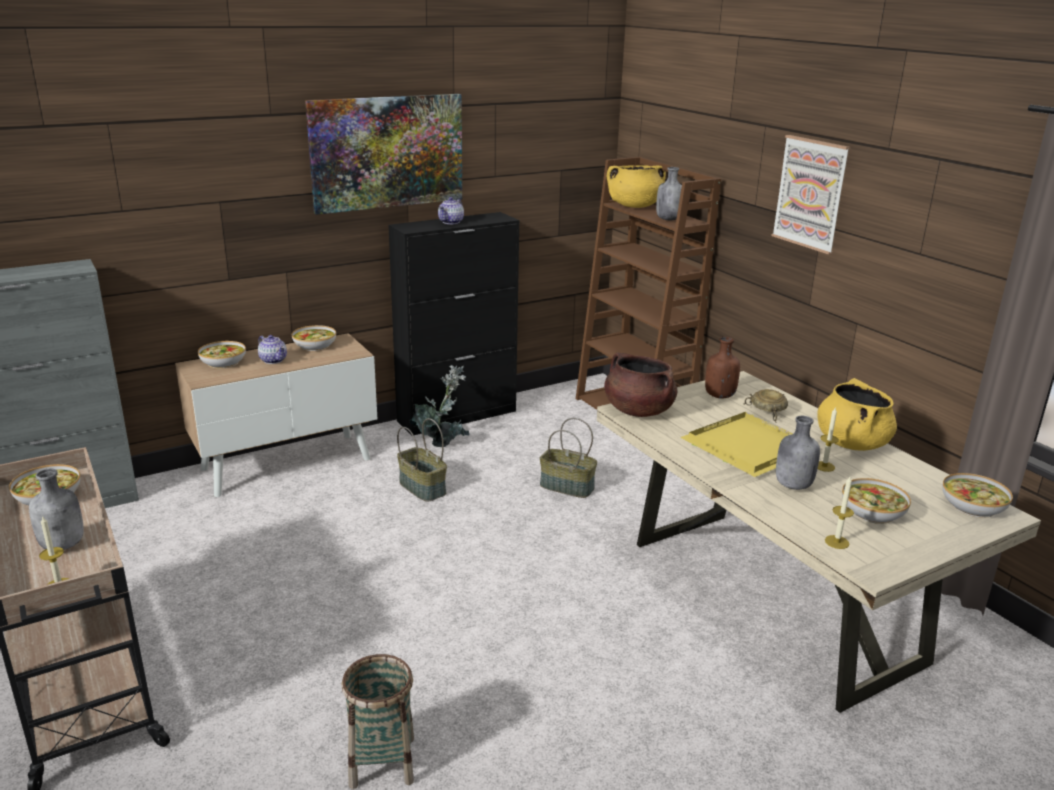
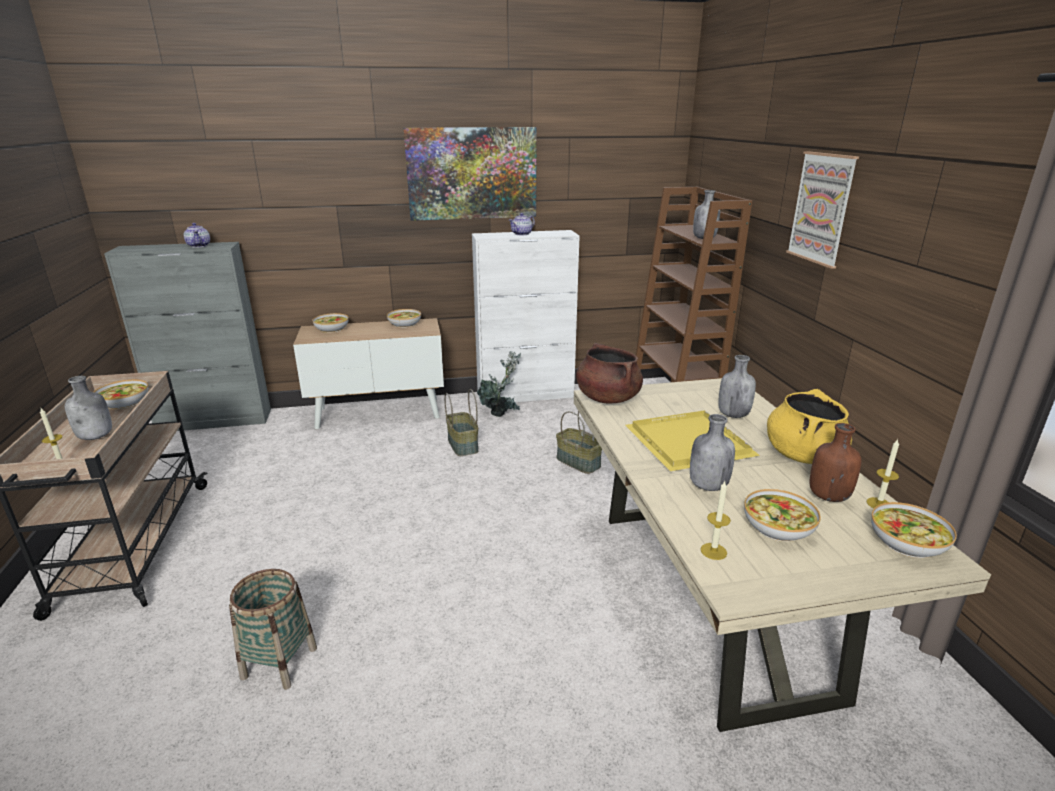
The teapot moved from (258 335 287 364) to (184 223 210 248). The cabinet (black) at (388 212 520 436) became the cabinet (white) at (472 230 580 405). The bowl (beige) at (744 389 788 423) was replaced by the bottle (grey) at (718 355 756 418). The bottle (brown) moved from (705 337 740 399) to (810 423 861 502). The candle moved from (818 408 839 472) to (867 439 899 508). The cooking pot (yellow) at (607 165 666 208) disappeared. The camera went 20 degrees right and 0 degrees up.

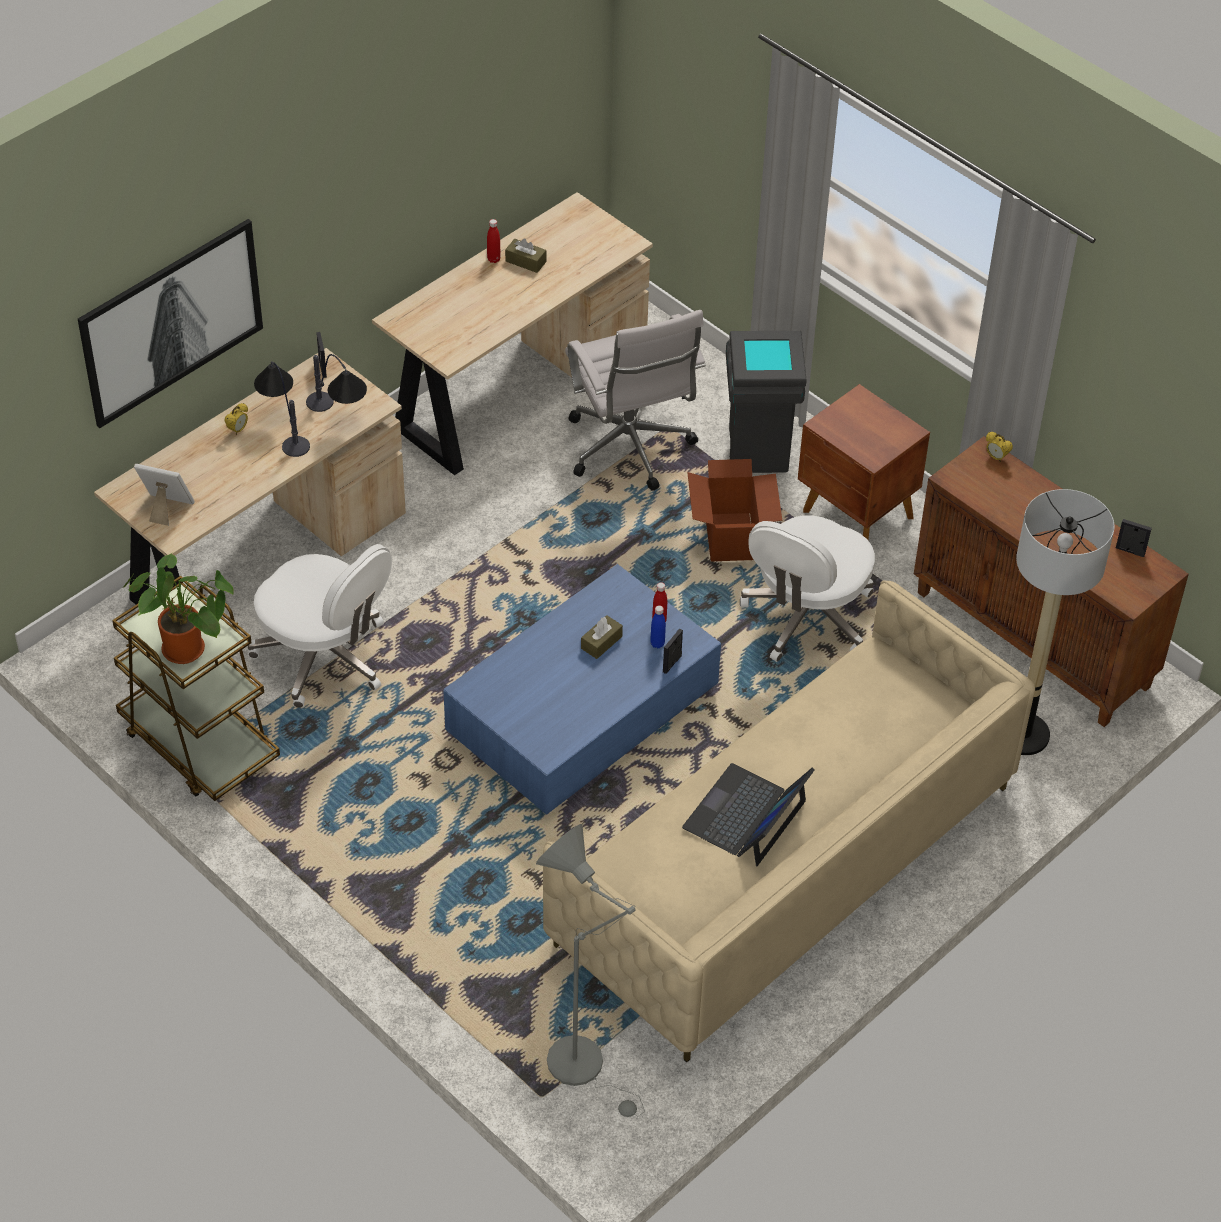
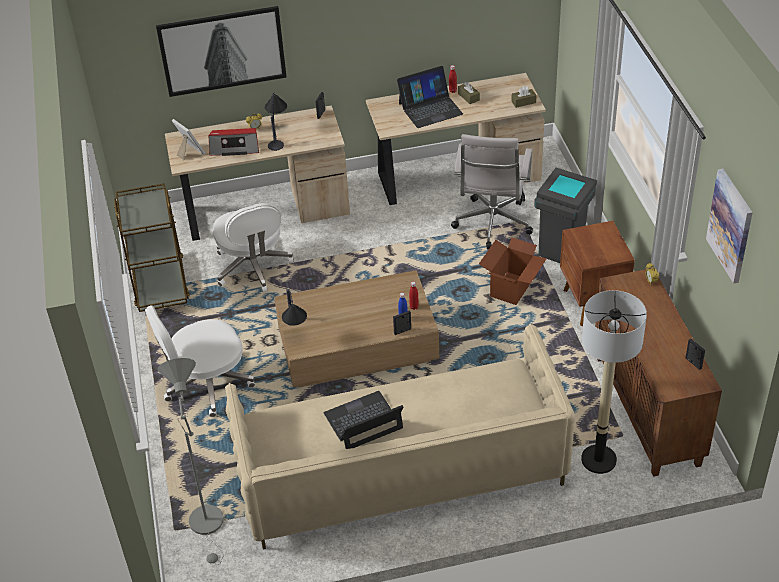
The office chair (white) moved from (740 516 875 662) to (145 305 255 417). The radio at (209 128 259 156) appeared. The coffee table (blue) at (443 564 721 815) became the coffee table (brown) at (274 270 439 388). The table lamp moved from (306 354 367 412) to (282 289 307 326). The laptop at (397 66 463 128) appeared. The tissue box (brown) moved from (581 615 623 659) to (511 86 537 108). The picture at (706 169 753 283) appeared. The potted plant at (123 553 234 664) disappeared. The camera went 35 degrees right and 5 degrees down.

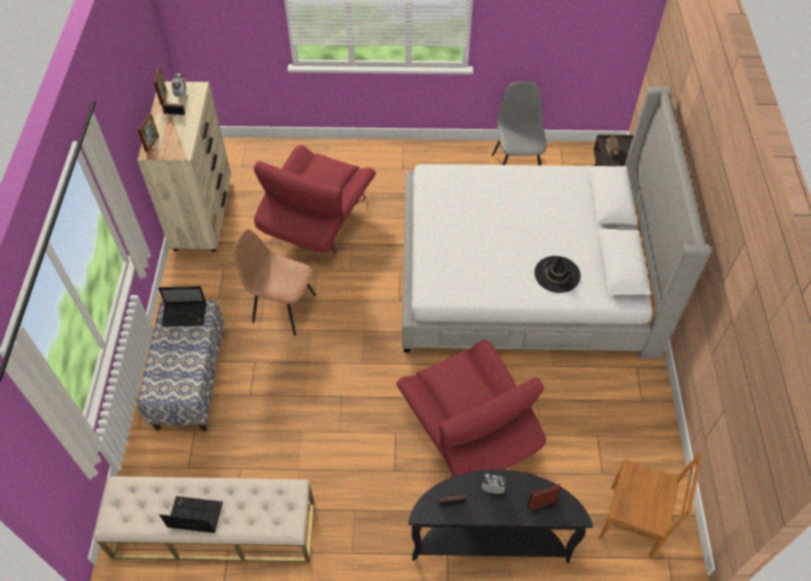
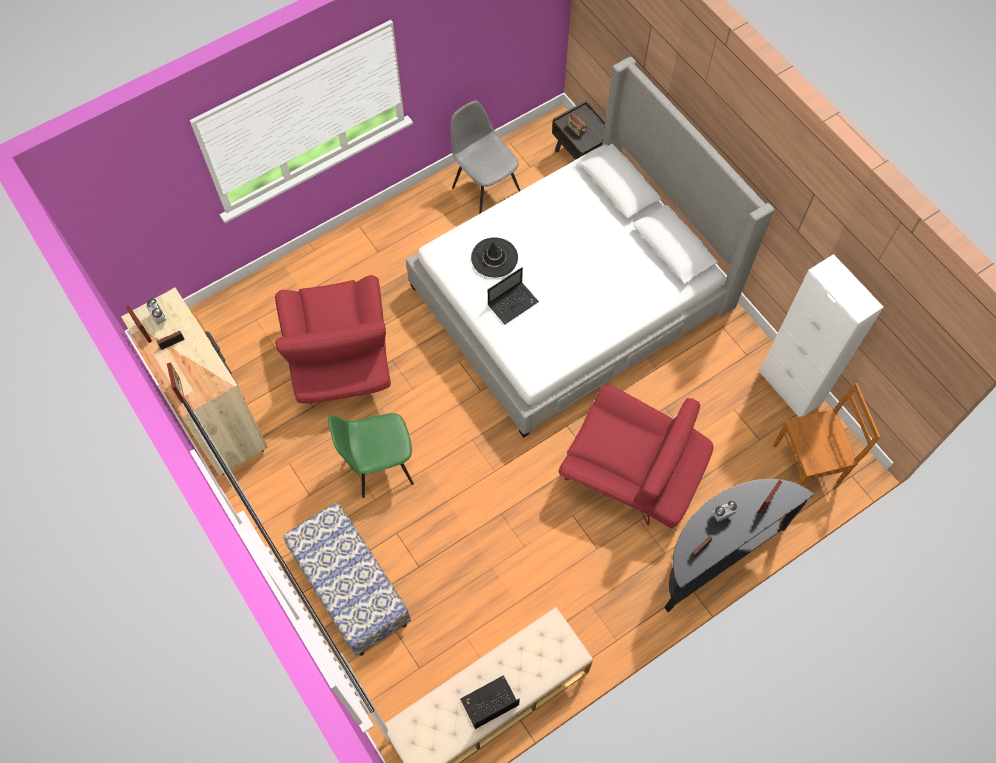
The chair (brown) at (233 229 316 336) became the chair (green) at (328 413 414 498). The hat (black) moved from (535 256 581 293) to (471 238 518 278). The laptop moved from (158 286 206 327) to (488 267 539 324). The cabinet (white) at (759 254 884 417) appeared. The camera went 35 degrees left and 10 degrees up.

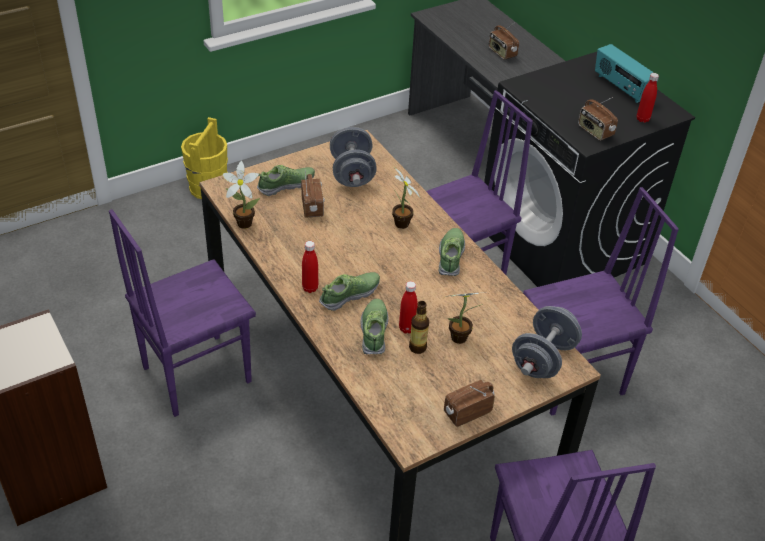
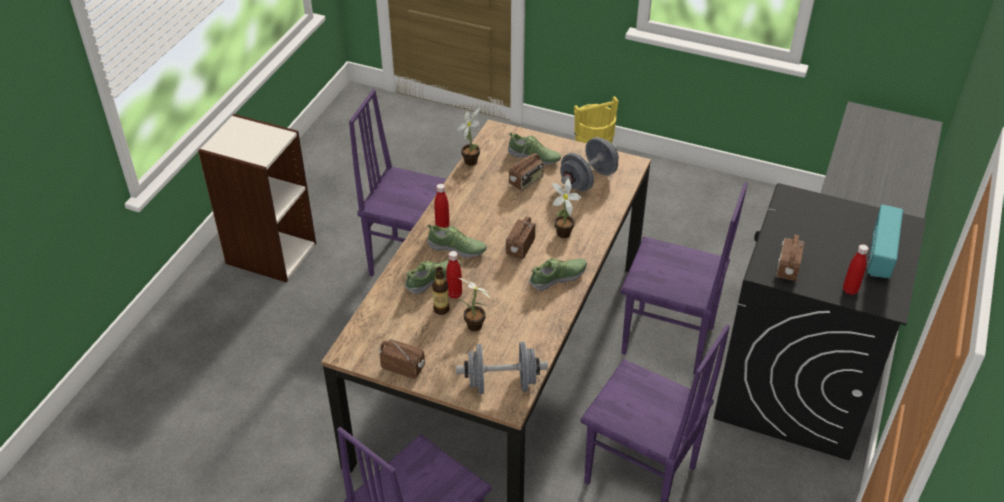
The radio moved from (489 23 519 60) to (506 216 536 259). The camera went 55 degrees right and 0 degrees up.

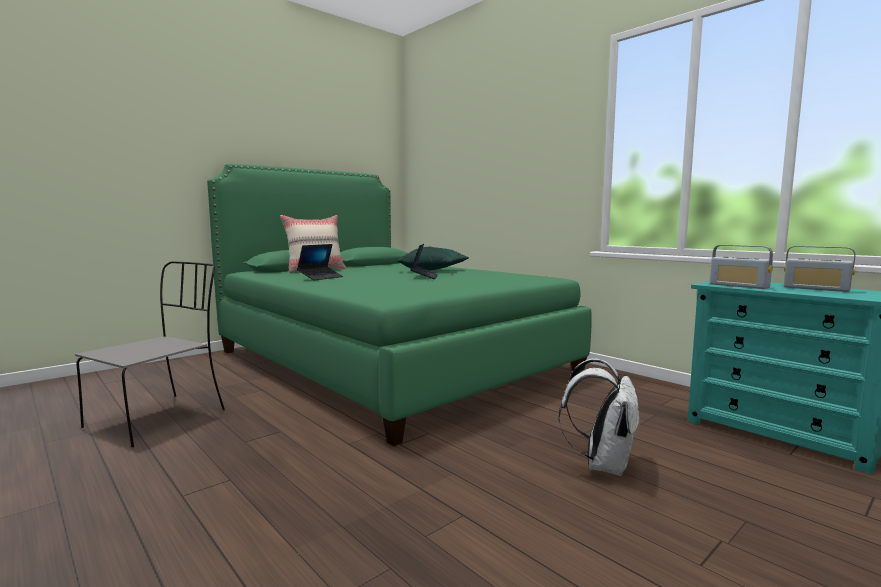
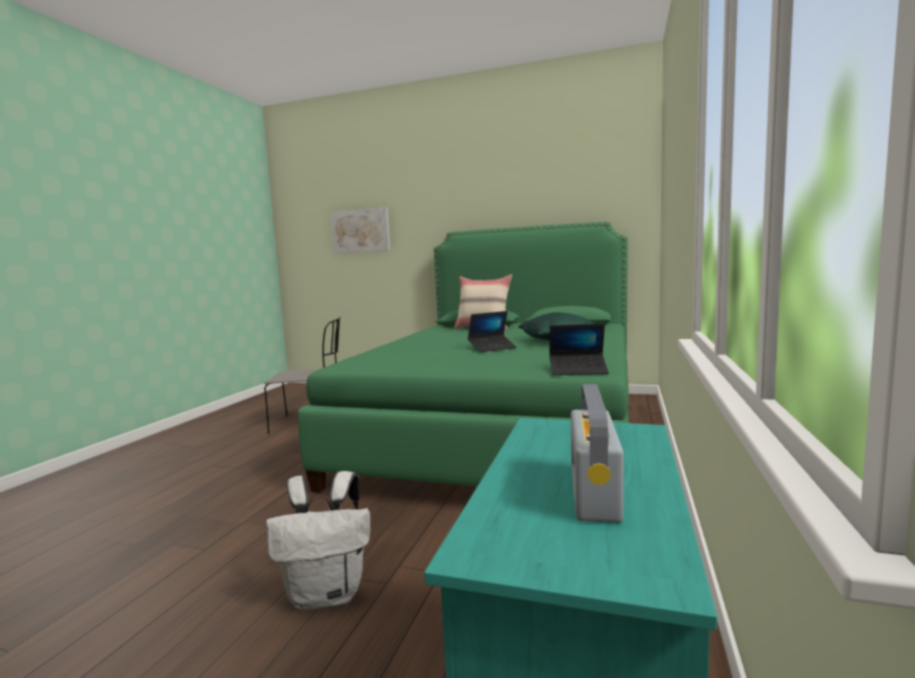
The picture at (330 207 390 253) appeared. The laptop moved from (297 244 343 280) to (549 324 609 375). The radio at (710 245 773 289) disappeared. The camera went 60 degrees right and 0 degrees up.

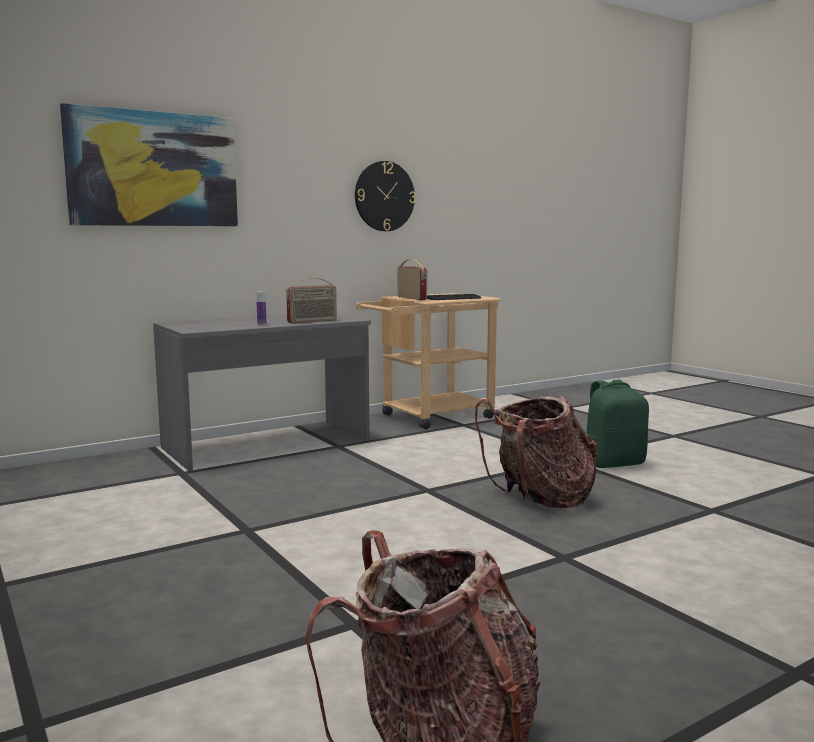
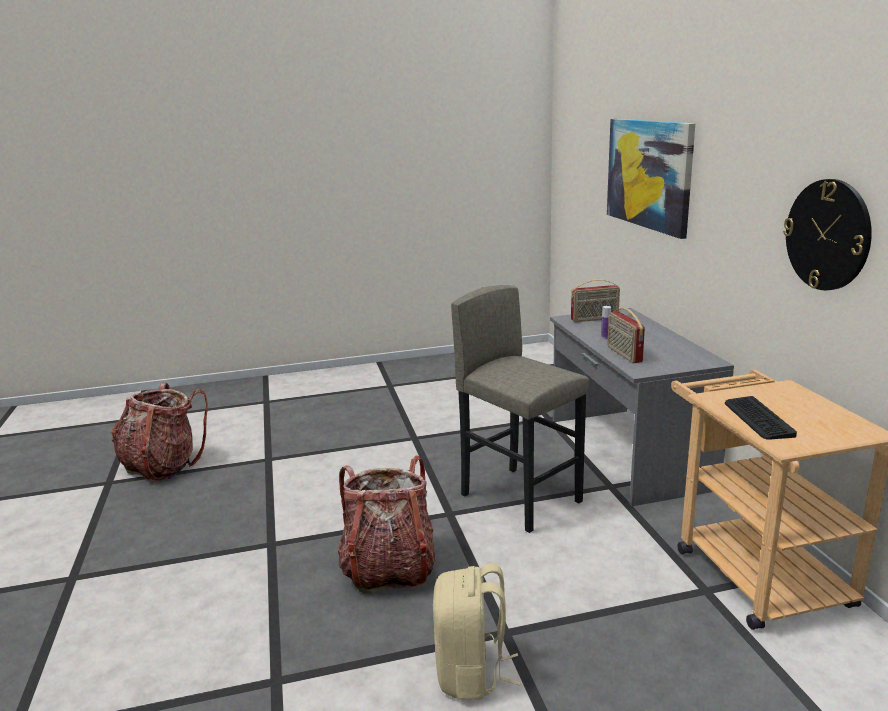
The backpack (green) at (586 380 649 468) became the backpack (beige) at (433 563 521 700). The stool (grey) at (451 285 589 533) appeared. The radio moved from (398 259 427 300) to (571 279 620 322). The camera went 110 degrees right and 10 degrees up.

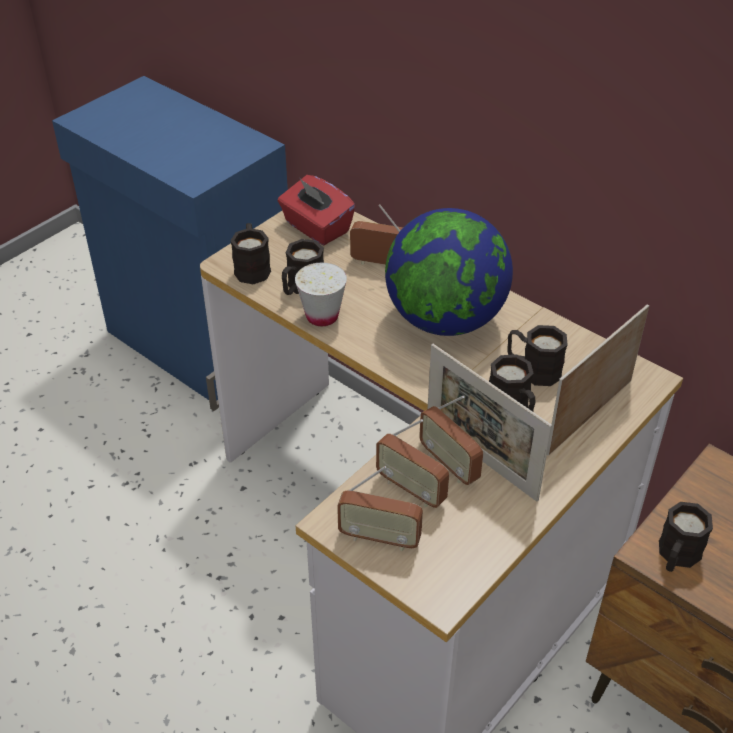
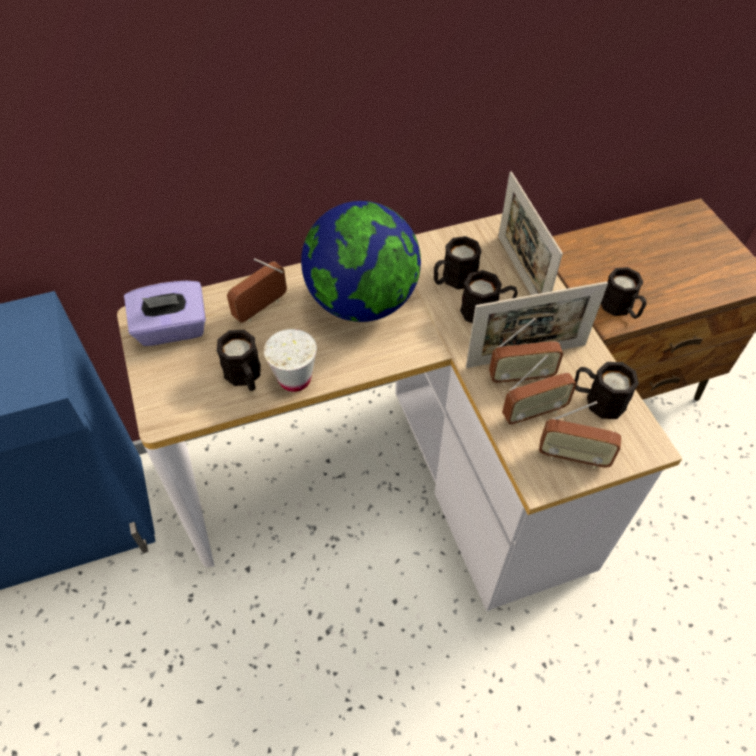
The tissue box (red) at (278 175 355 245) became the tissue box (purple) at (124 281 206 346). The radio at (337 466 423 551) turned 60 degrees clockwise. The mug (black) moved from (230 223 271 284) to (574 362 639 419). The camera went 60 degrees left and 10 degrees up.

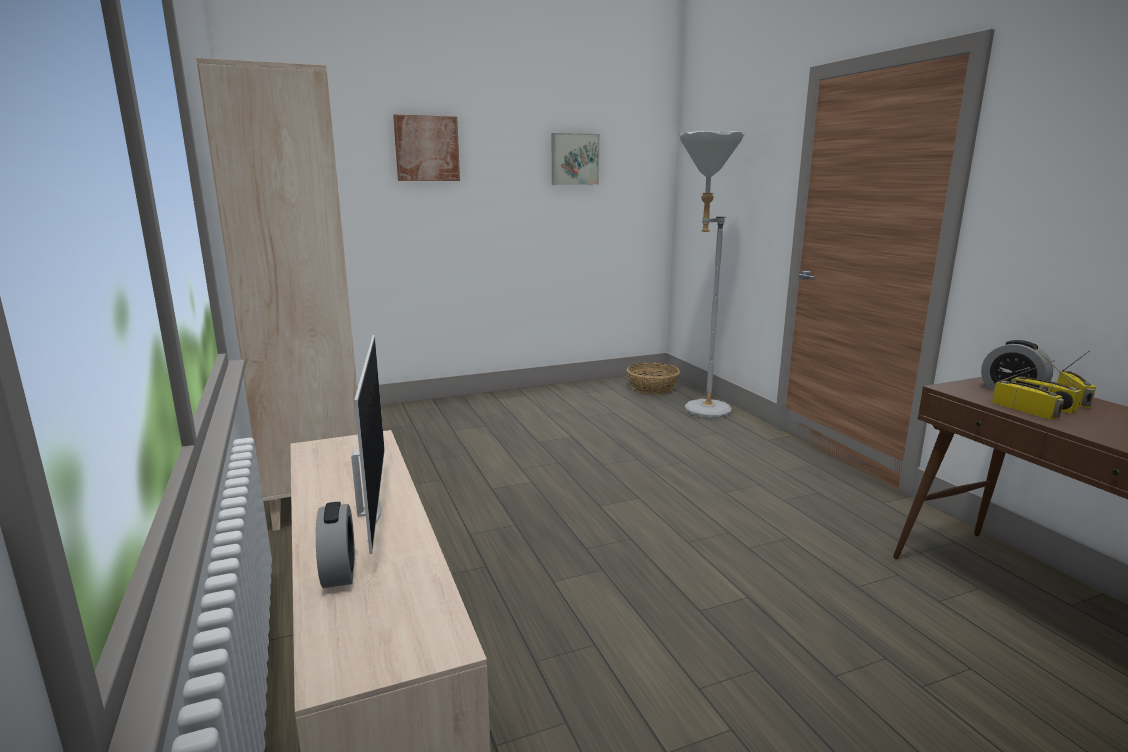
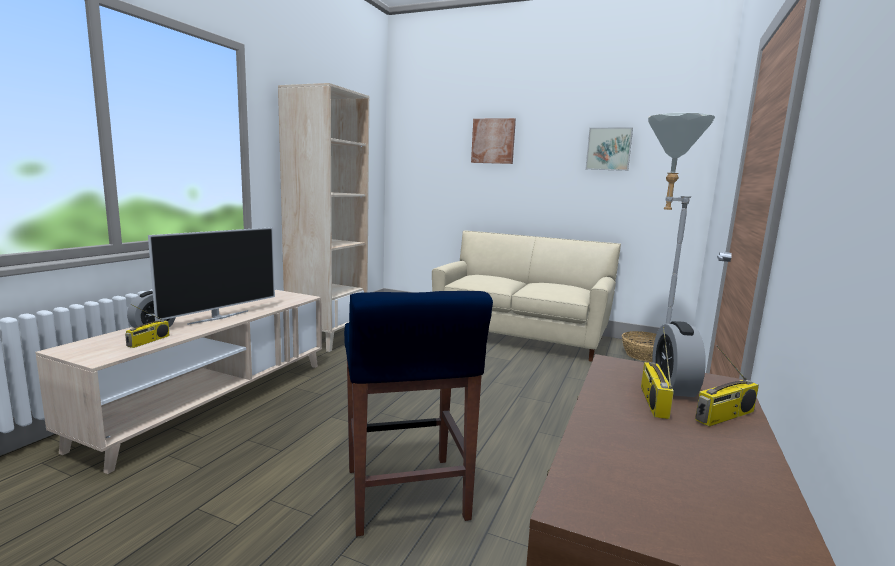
The radio moved from (992 360 1064 420) to (125 304 170 348). The stool (blue) at (344 291 493 536) appeared. The sofa (beige) at (432 230 621 362) appeared. The camera went 45 degrees right and 5 degrees down.

